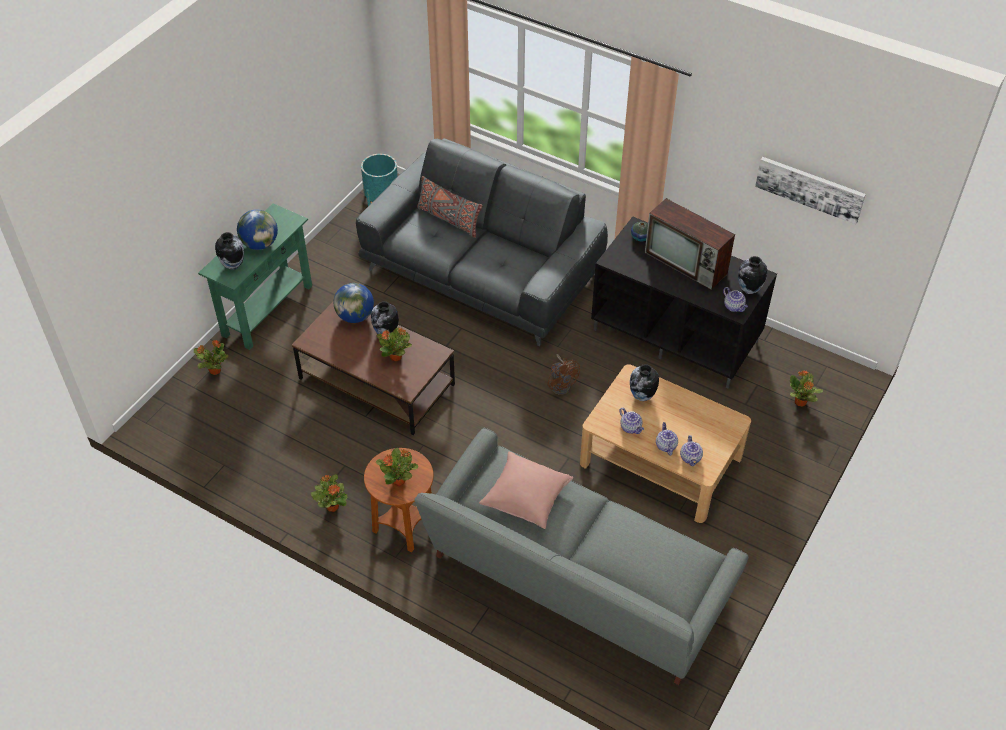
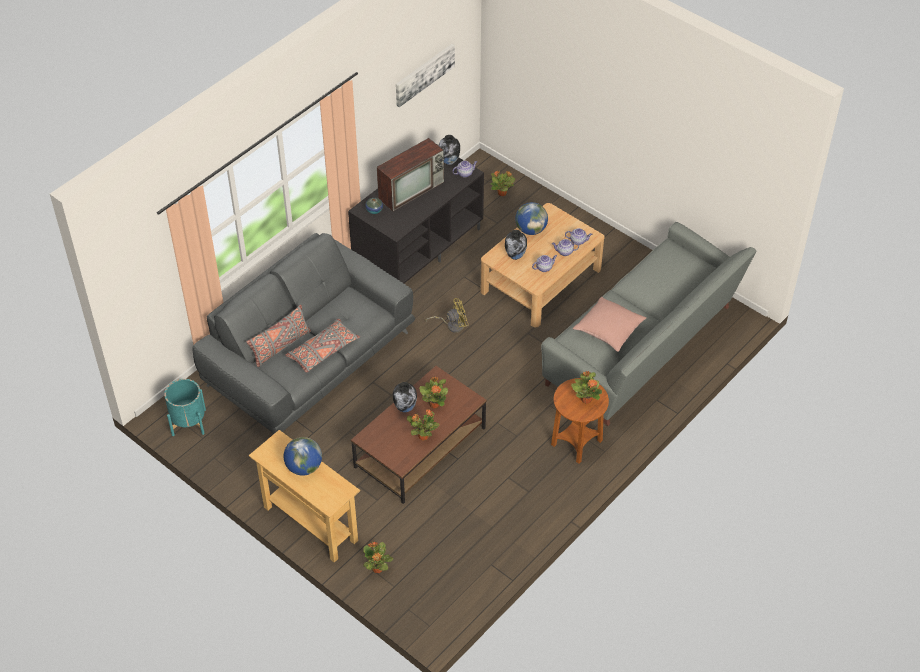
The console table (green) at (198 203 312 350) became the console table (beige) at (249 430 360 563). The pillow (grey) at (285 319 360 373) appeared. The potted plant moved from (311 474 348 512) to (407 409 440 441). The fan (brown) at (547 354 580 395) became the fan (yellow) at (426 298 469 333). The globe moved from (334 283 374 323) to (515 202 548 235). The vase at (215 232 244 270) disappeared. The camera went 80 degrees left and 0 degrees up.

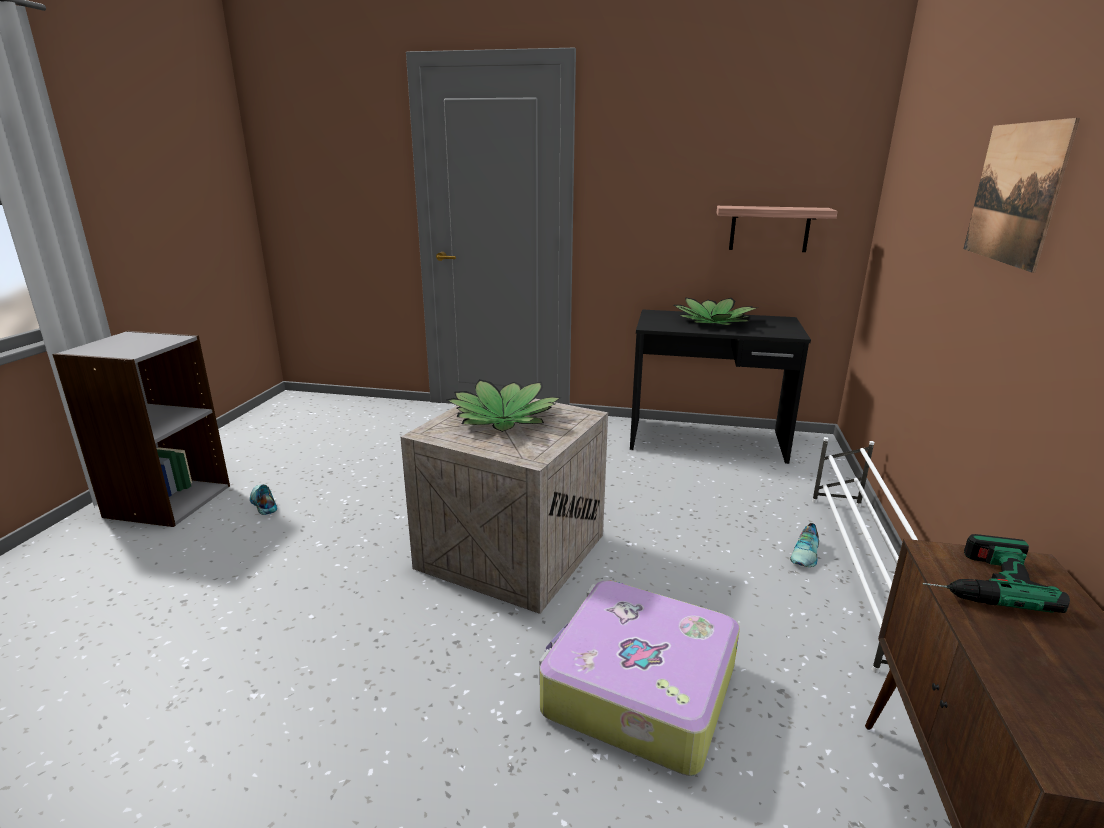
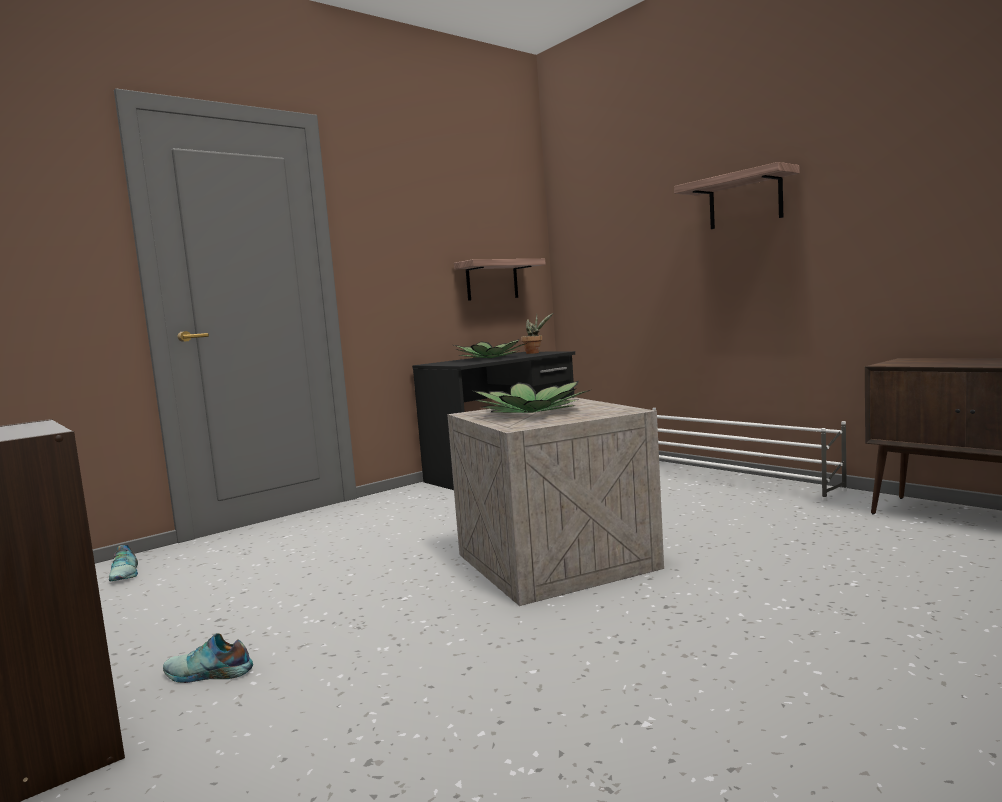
The shoe moved from (790 523 819 567) to (109 545 138 582). The potted plant at (521 313 553 354) appeared. The picture at (963 118 1080 273) was replaced by the shelf at (674 162 800 229). The suitcase at (539 581 740 776) disappeared. The power drill at (923 534 1070 613) disappeared. The camera went 50 degrees left and 15 degrees down.

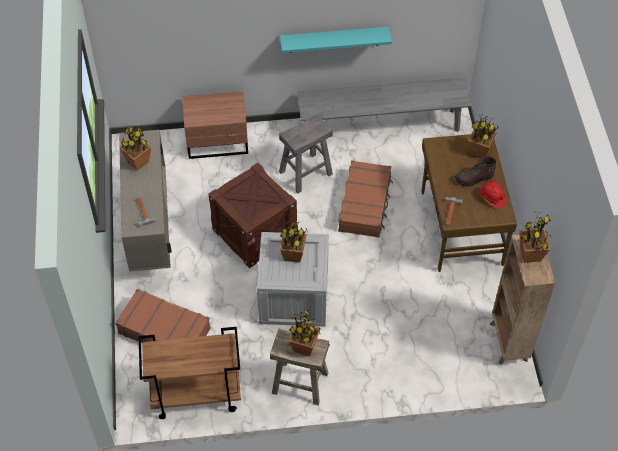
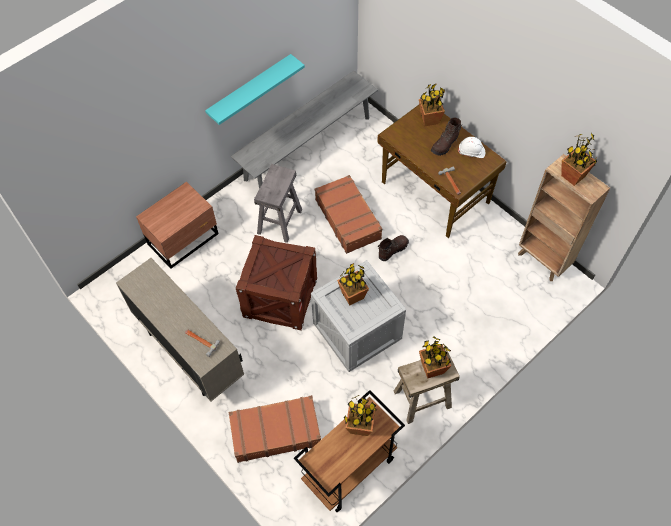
The potted plant moved from (120 126 151 171) to (344 395 377 436). The boot (brown) at (378 235 409 261) appeared. The hard hat (red) at (479 181 507 209) became the hard hat (white) at (458 137 485 158). The camera went 35 degrees left and 5 degrees up.

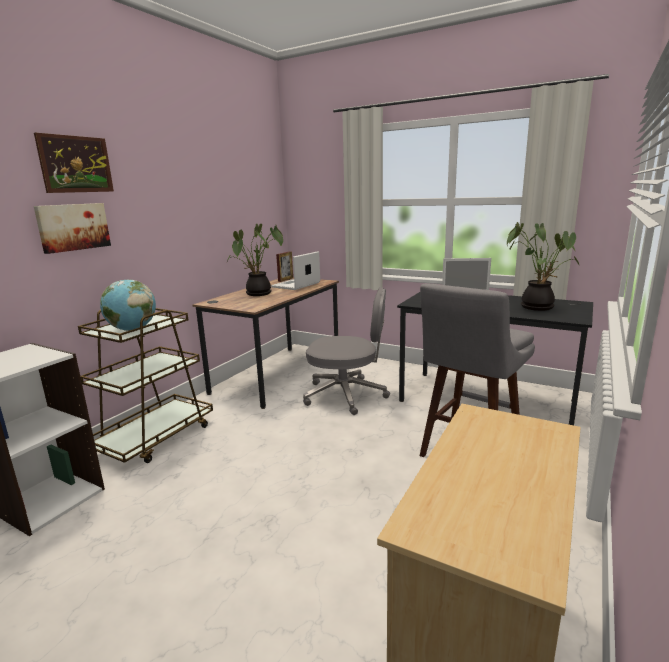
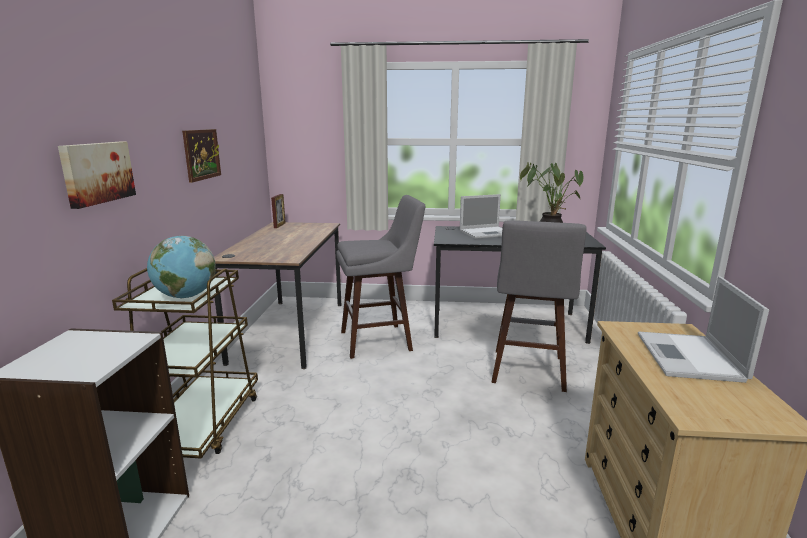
The picture moved from (34 133 114 193) to (182 129 221 183). The office chair (grey) at (303 287 390 415) was replaced by the stool (grey) at (336 195 425 359). The laptop moved from (271 251 320 290) to (638 276 769 383). The potted plant at (227 224 283 296) disappeared. The camera went 25 degrees left and 0 degrees up.

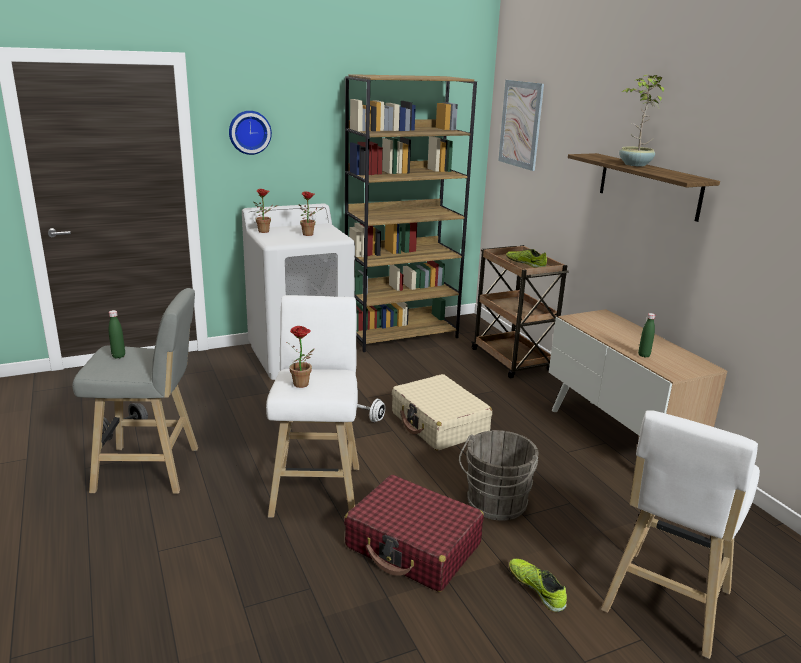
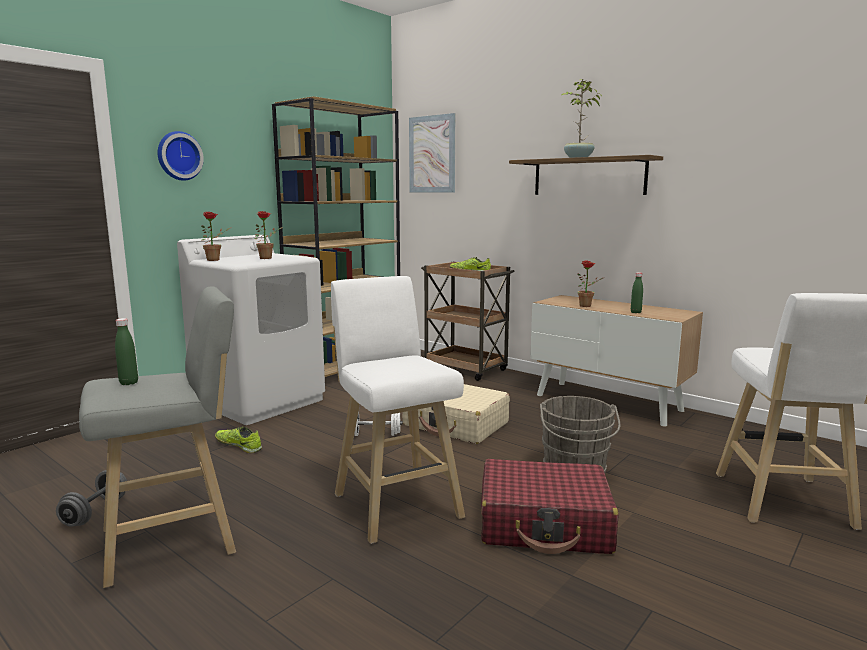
The shoe moved from (509 559 567 612) to (215 427 262 453). The potted plant moved from (287 326 314 388) to (577 261 605 307). The camera went 25 degrees left and 10 degrees down.

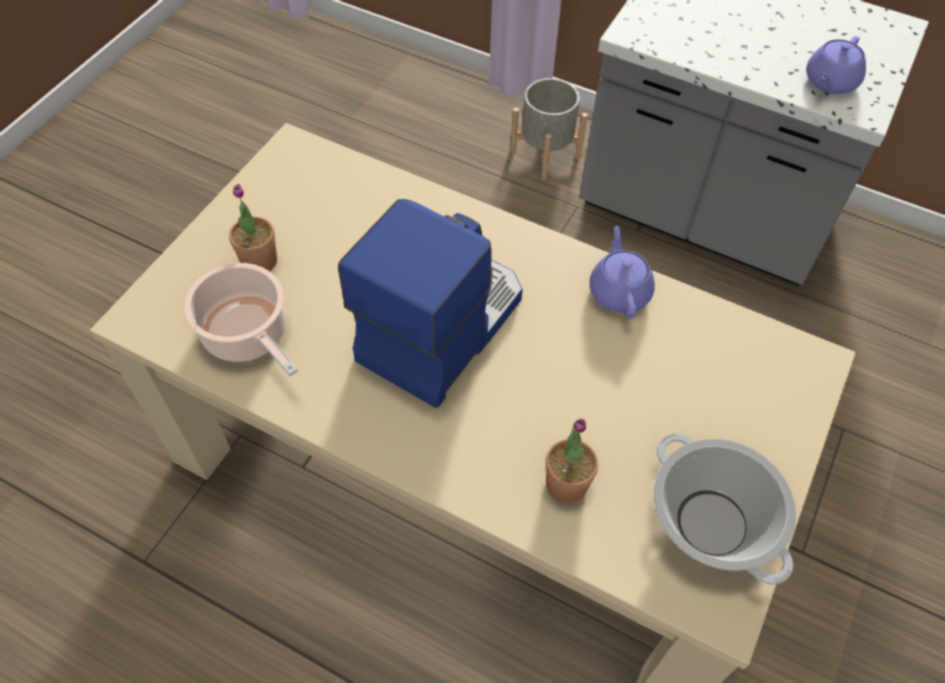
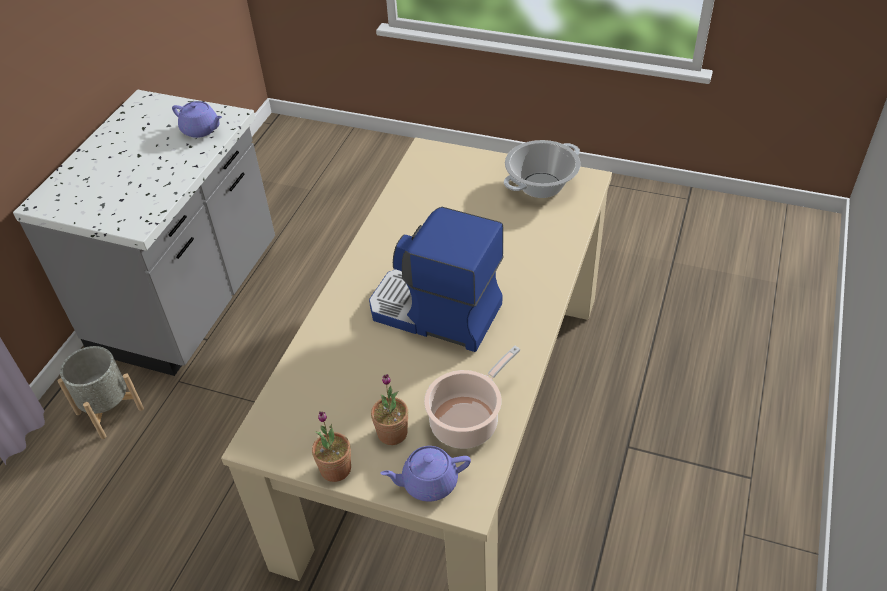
The potted plant moved from (545 418 598 503) to (312 411 351 482). The teapot (purple) moved from (589 226 655 318) to (380 446 471 502). The camera went 95 degrees left and 10 degrees down.

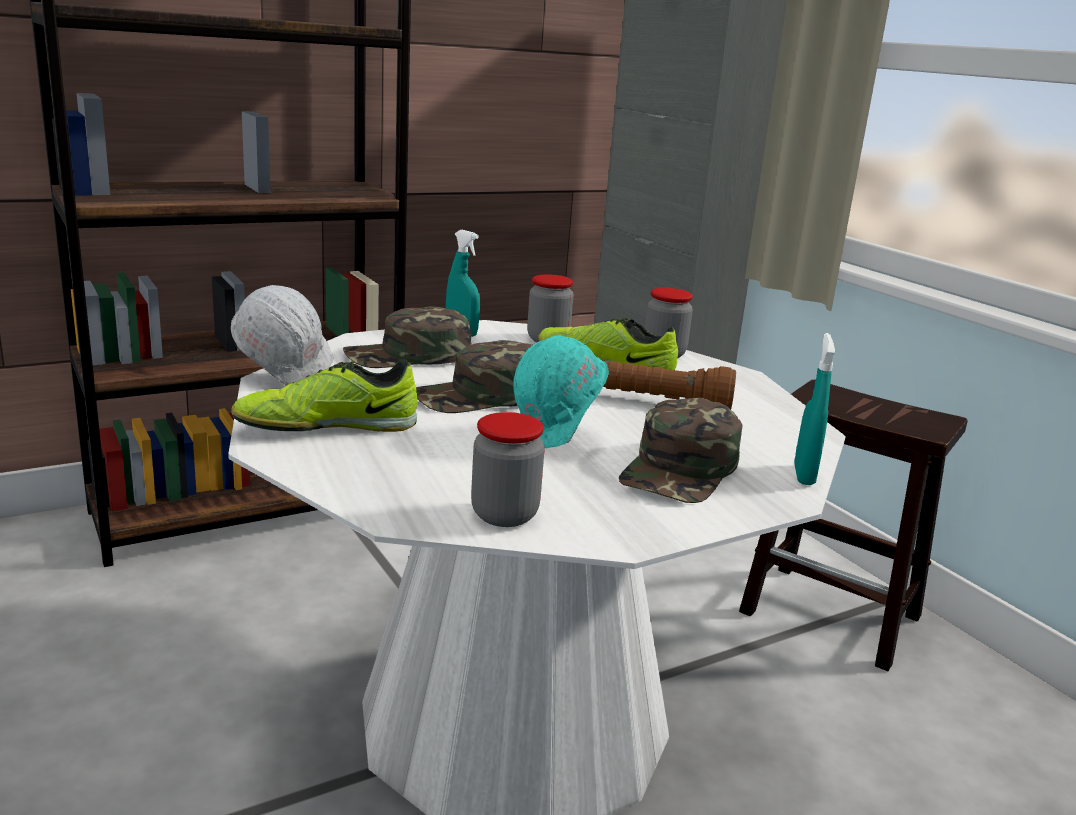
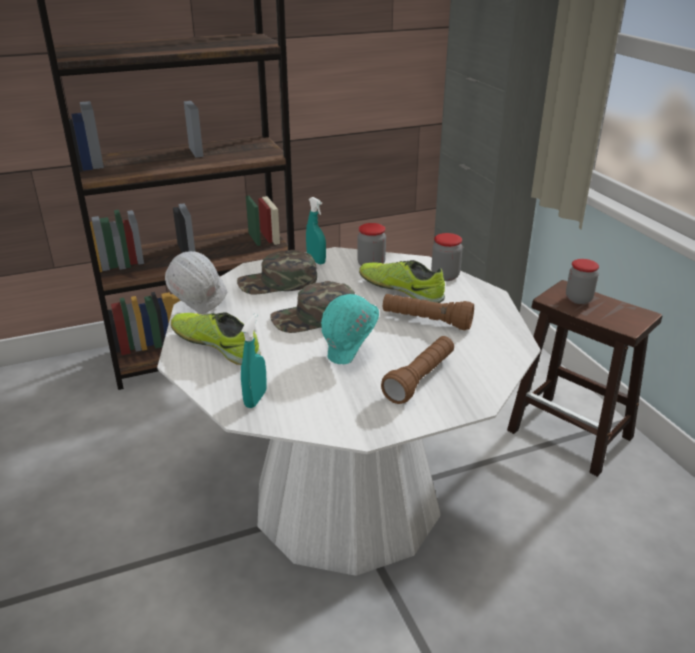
The shoe at (231 359 417 432) turned 45 degrees clockwise. The spray bottle (turquoise) moved from (794 333 835 485) to (241 314 267 408). The cap (green) at (619 398 743 503) was replaced by the flashlight (brown) at (381 336 454 404). The jar moved from (471 412 545 527) to (566 259 599 304). The camera went 10 degrees right and 10 degrees up.

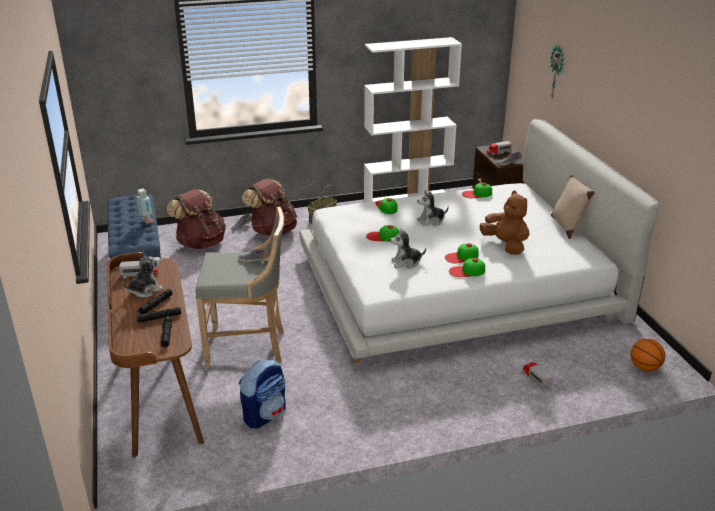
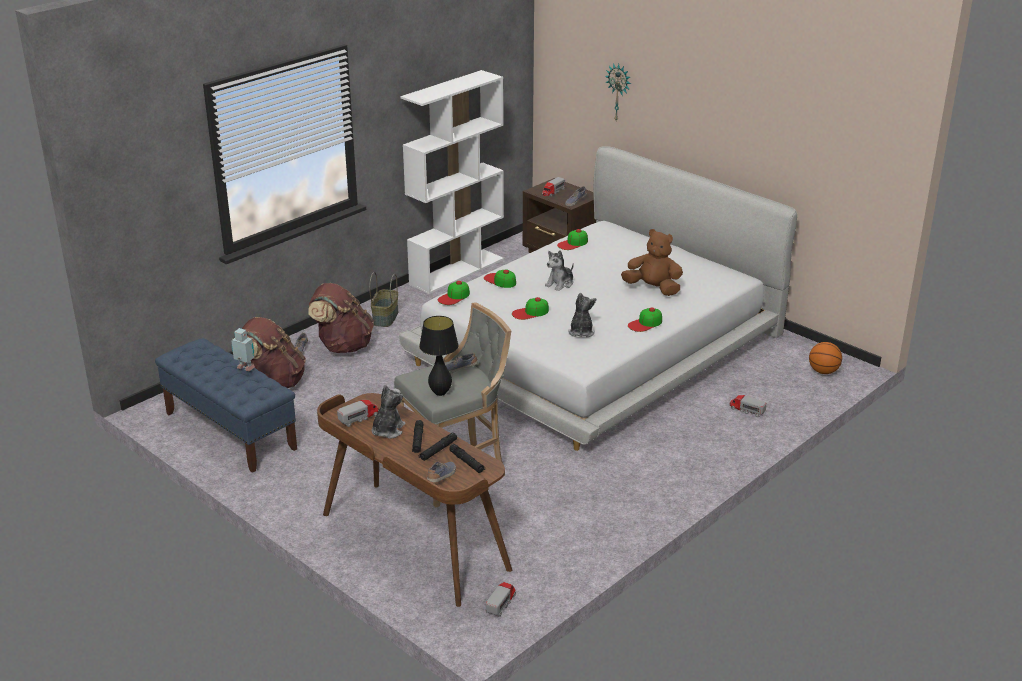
The table lamp (black) at (419 316 459 396) appeared. The shoe at (427 462 456 482) appeared. The cap moved from (445 243 479 263) to (438 281 470 305). The toy truck at (486 582 516 617) appeared. The plush toy at (390 229 426 269) turned 135 degrees clockwise. The backpack at (239 359 286 429) disappeared. The pillow (beige) at (551 175 595 239) disappeared. The camera went 30 degrees left and 0 degrees up.

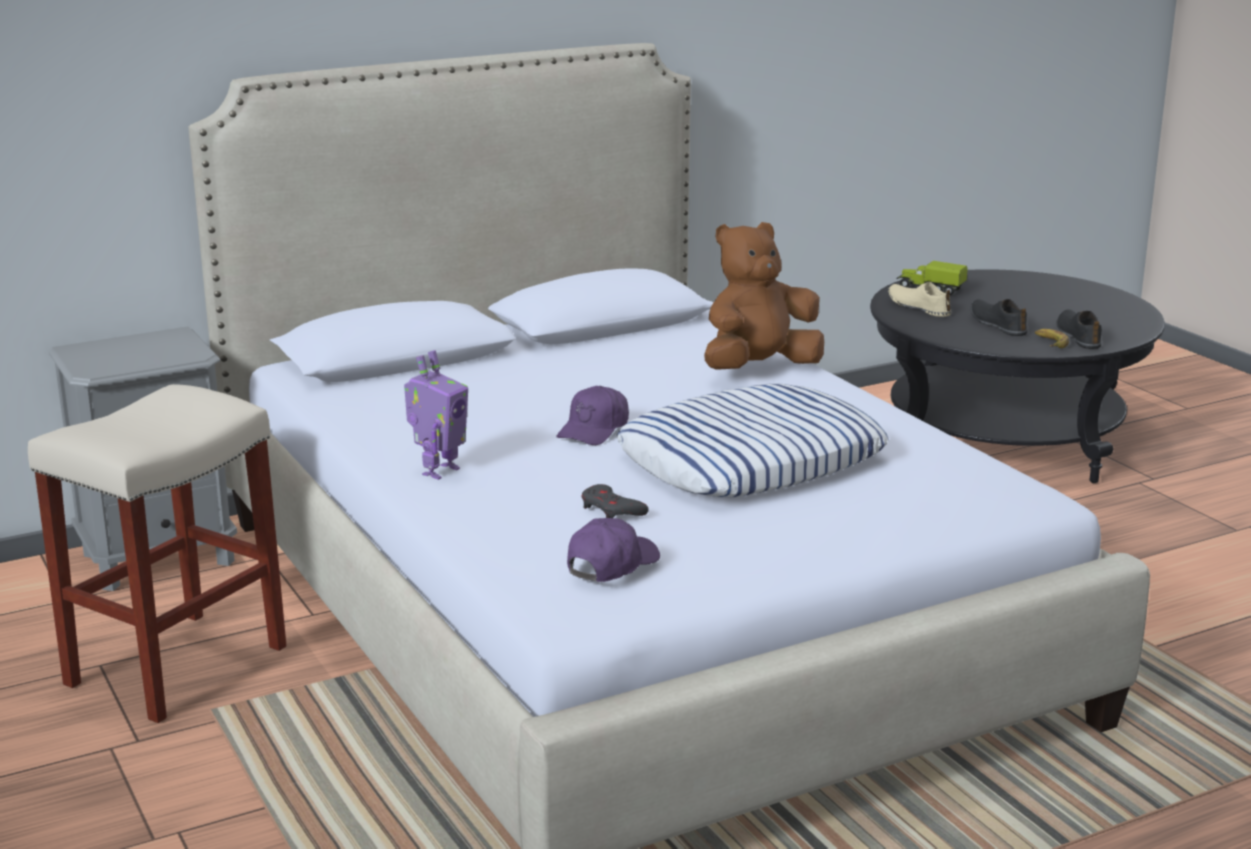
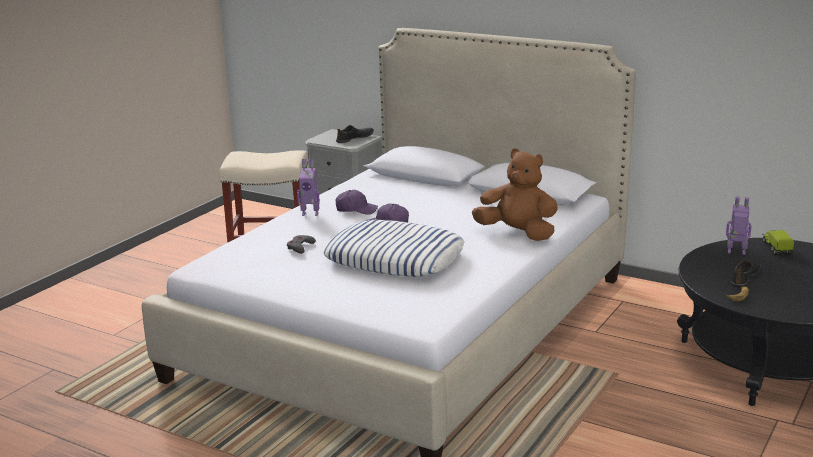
The shoe (black) moved from (1056 309 1102 349) to (336 125 374 143). The cap (purple) moved from (567 518 660 582) to (336 190 378 215). The shoe (beige) at (888 282 951 317) was replaced by the toy robot at (726 196 751 255). The camera went 60 degrees right and 0 degrees up.

